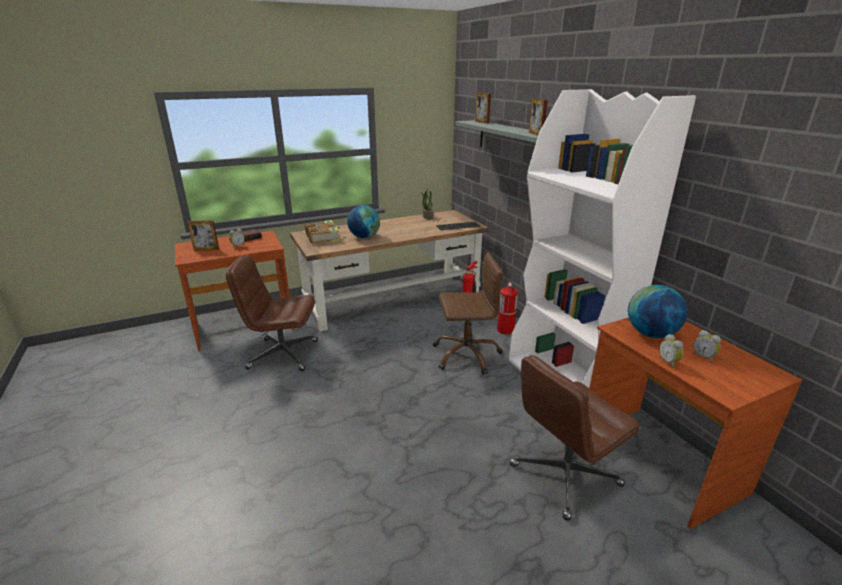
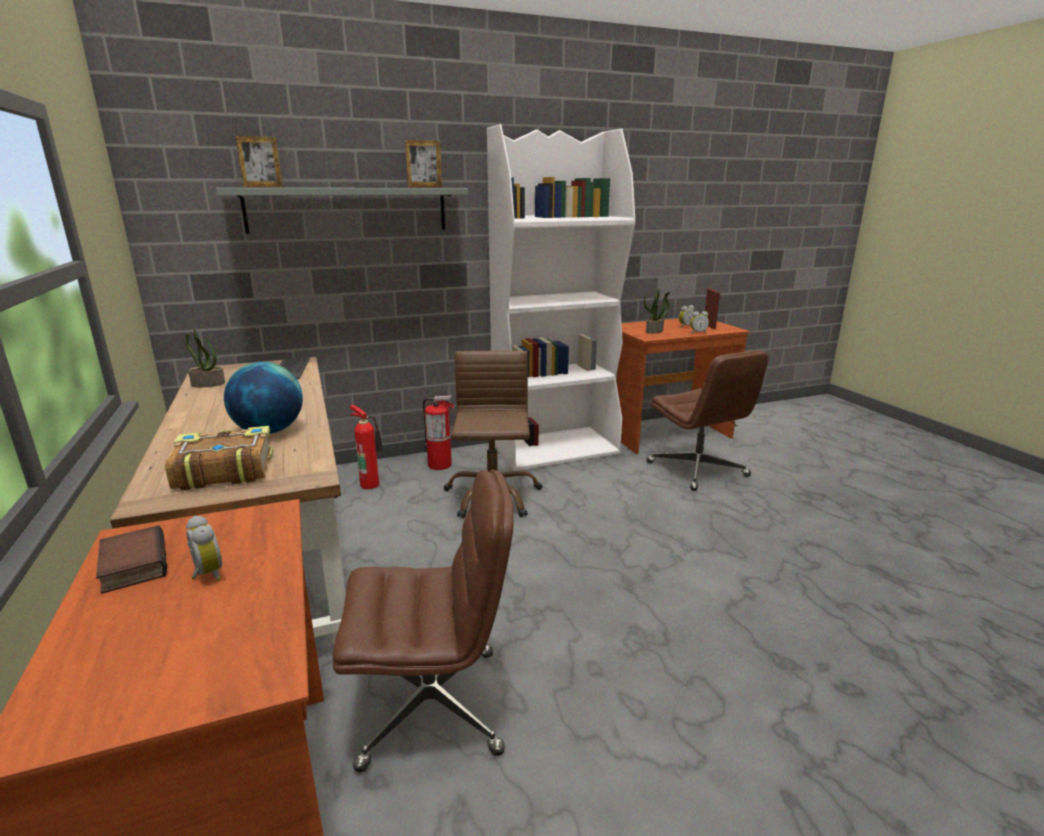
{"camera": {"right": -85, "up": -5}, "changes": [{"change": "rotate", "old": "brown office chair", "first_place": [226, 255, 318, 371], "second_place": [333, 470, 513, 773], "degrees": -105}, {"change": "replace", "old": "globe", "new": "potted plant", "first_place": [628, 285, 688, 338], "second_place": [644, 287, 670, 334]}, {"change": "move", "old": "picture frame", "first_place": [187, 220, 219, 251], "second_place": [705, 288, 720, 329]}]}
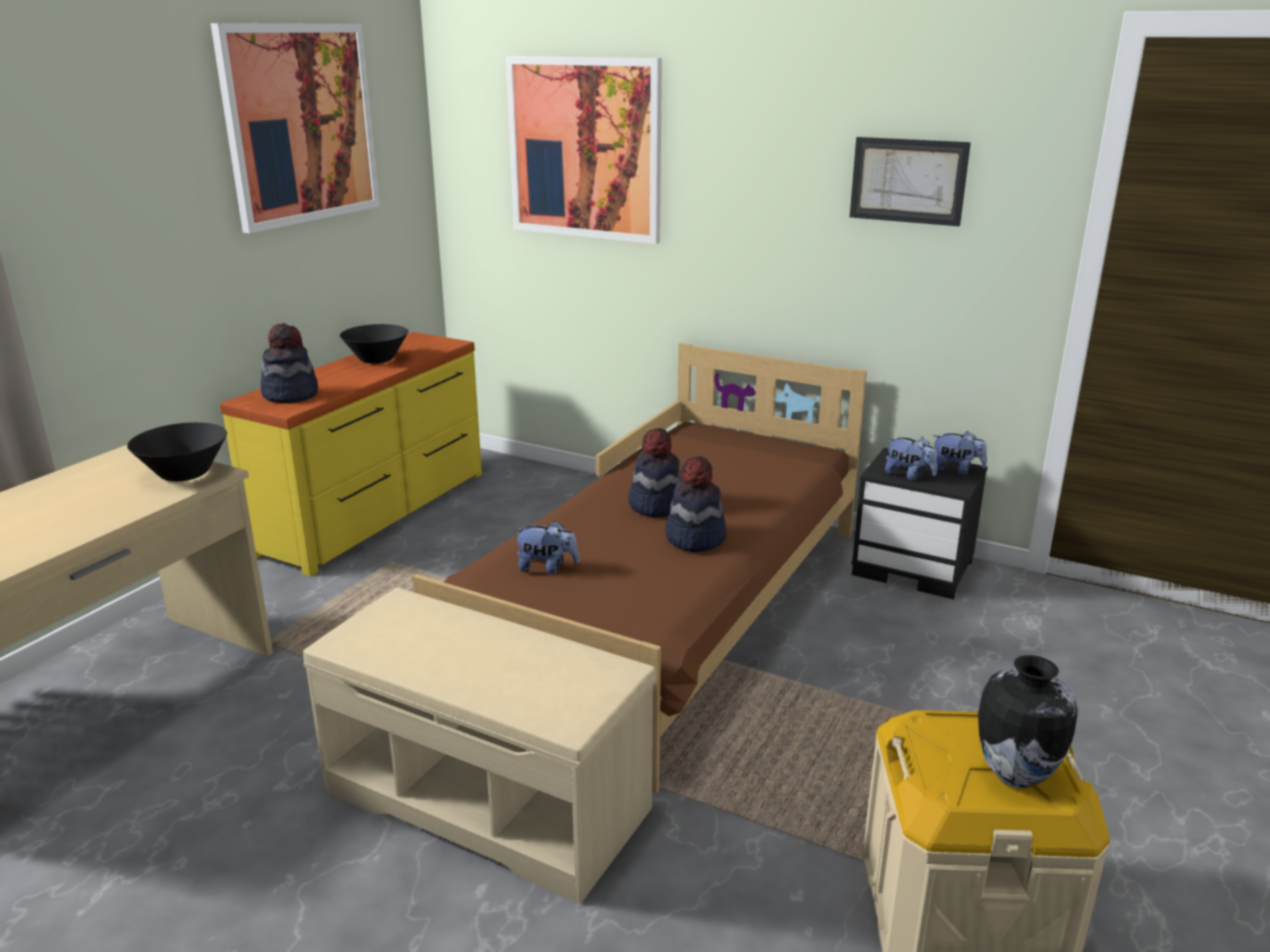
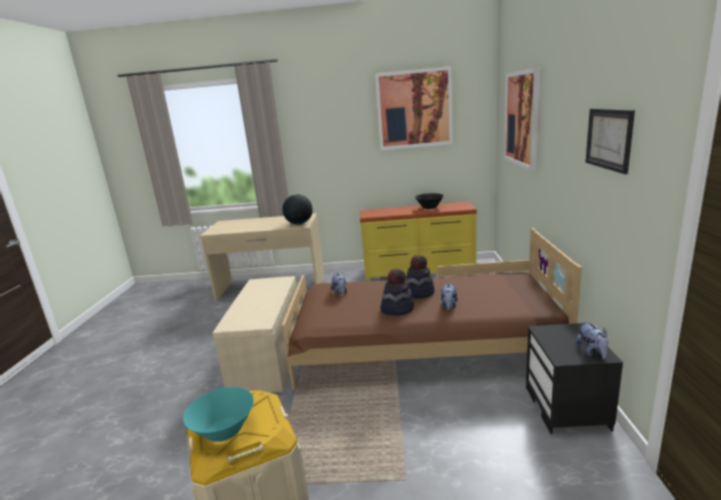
{"camera": {"right": 65, "up": -5}, "changes": [{"change": "replace", "old": "vase", "new": "turquoise bowl", "first_place": [978, 655, 1078, 789], "second_place": [183, 387, 254, 442]}, {"change": "replace", "old": "black bowl", "new": "globe", "first_place": [127, 422, 227, 481], "second_place": [282, 194, 313, 225]}, {"change": "move", "old": "plush toy", "first_place": [885, 437, 937, 481], "second_place": [441, 283, 458, 310]}, {"change": "delete", "old": "hat", "first_place": [261, 323, 318, 403]}]}
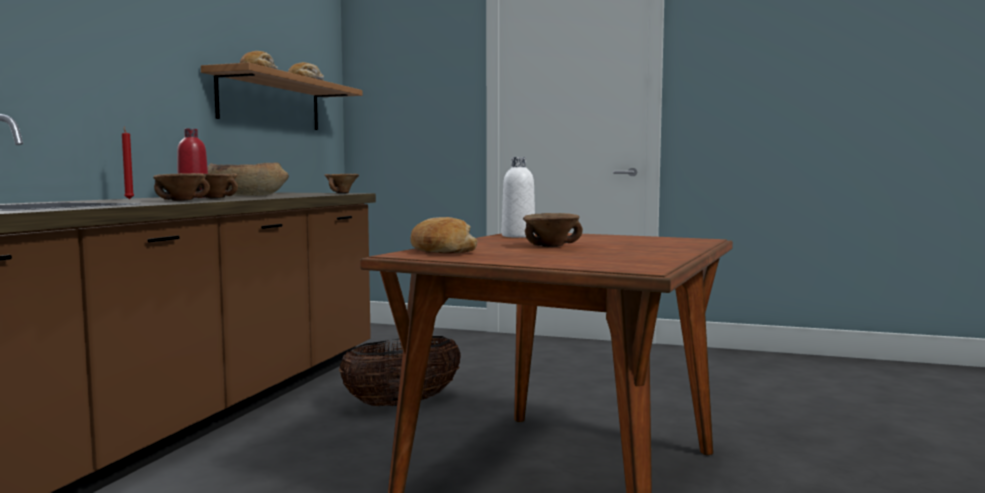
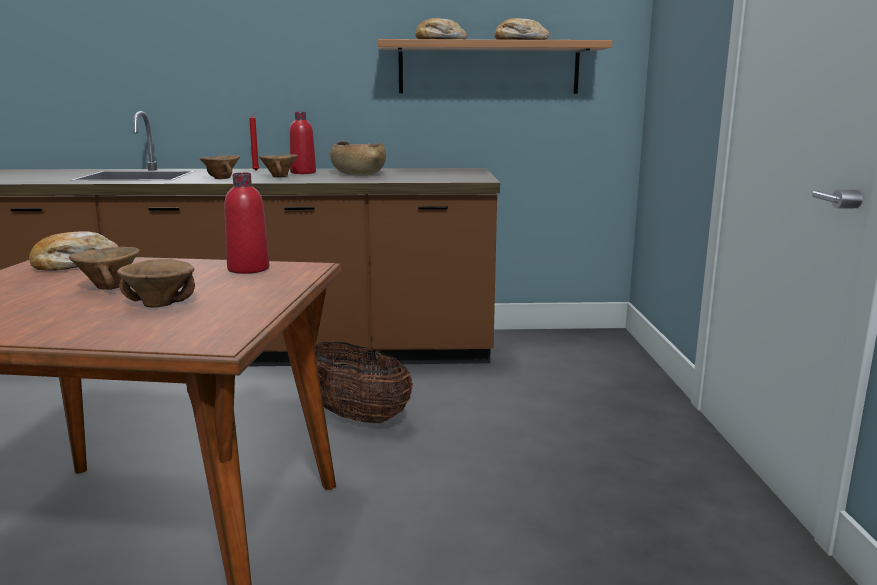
{"camera": {"right": 70, "up": 10}, "changes": [{"change": "move", "old": "brown bowl", "first_place": [324, 174, 359, 194], "second_place": [117, 259, 195, 308]}, {"change": "recolor", "old": "white bottle", "new": "red bottle", "first_place": [502, 157, 535, 238], "second_place": [224, 172, 269, 274]}]}
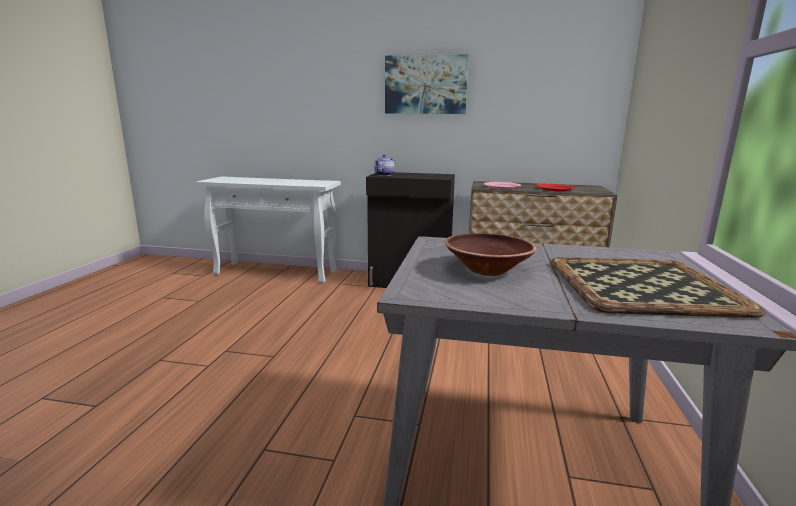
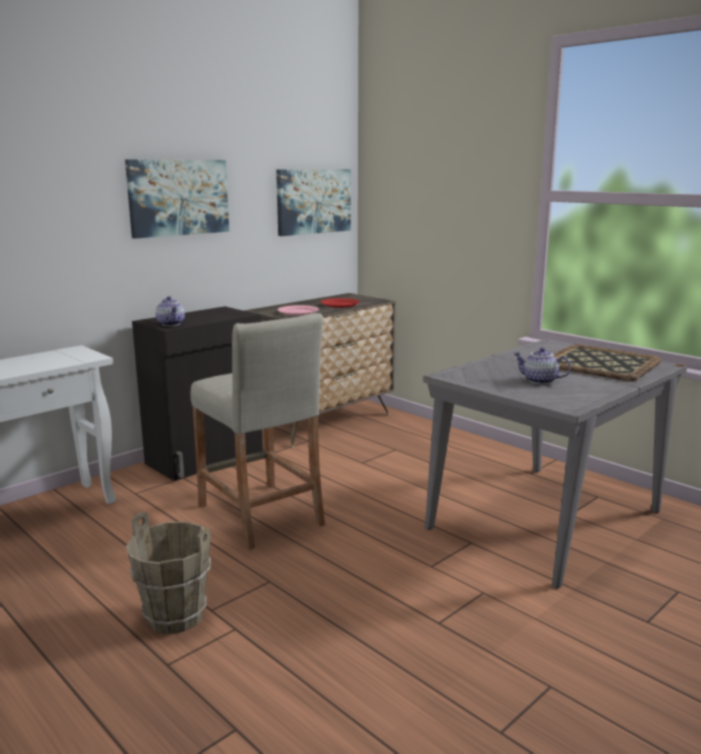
{"camera": {"right": -55, "up": 0}, "changes": [{"change": "insert", "new": "brown bucket", "second_place": [126, 512, 211, 634]}, {"change": "insert", "new": "beige stool", "second_place": [190, 313, 325, 550]}, {"change": "insert", "new": "picture", "second_place": [276, 169, 351, 236]}, {"change": "replace", "old": "brown bowl", "new": "teapot", "first_place": [444, 233, 537, 276], "second_place": [513, 348, 571, 384]}]}
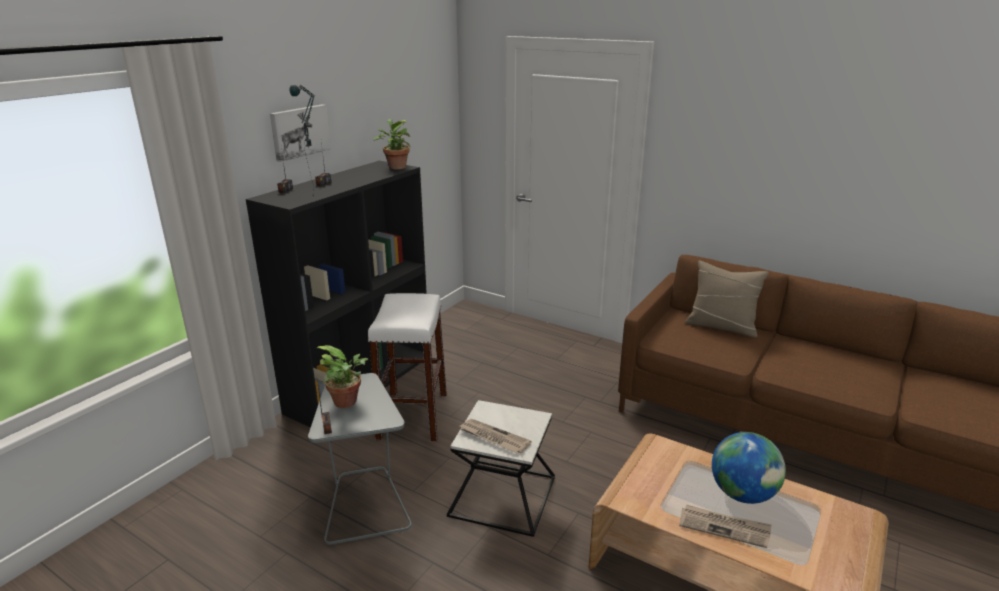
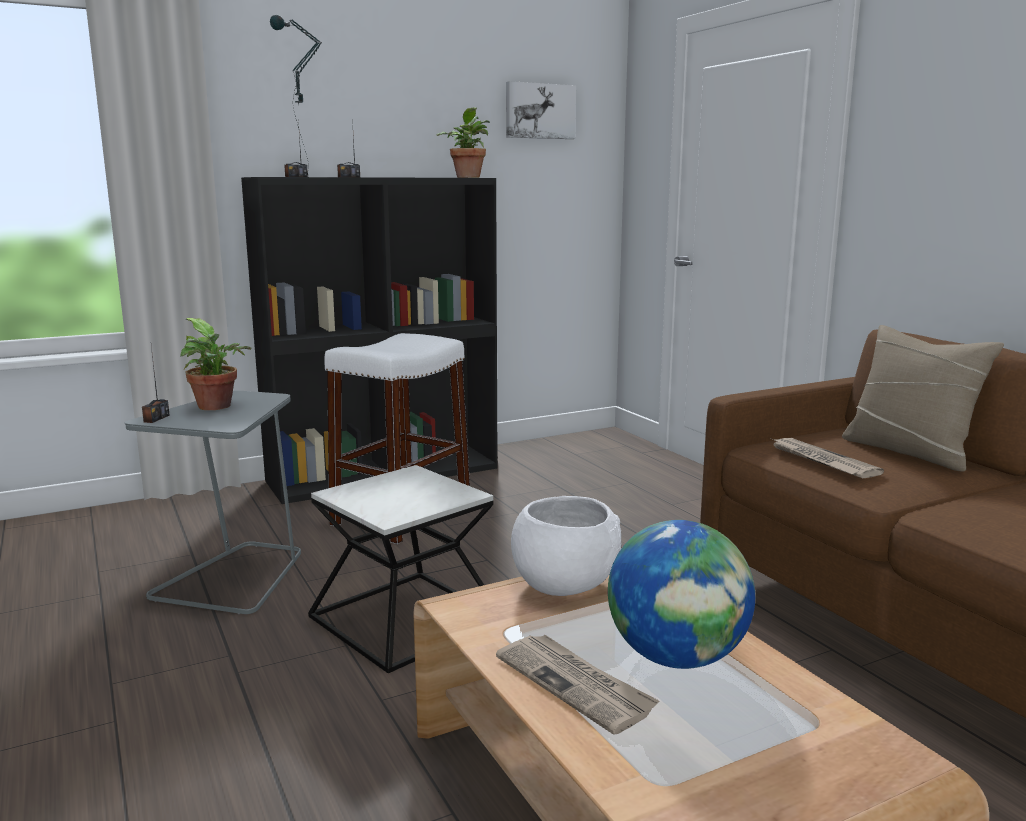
{"camera": {"right": 30, "up": -10}, "changes": [{"change": "move", "old": "picture", "first_place": [270, 104, 331, 162], "second_place": [506, 81, 576, 139]}, {"change": "insert", "new": "white bowl", "second_place": [511, 496, 621, 596]}, {"change": "move", "old": "newspaper", "first_place": [460, 419, 532, 453], "second_place": [770, 438, 884, 478]}]}
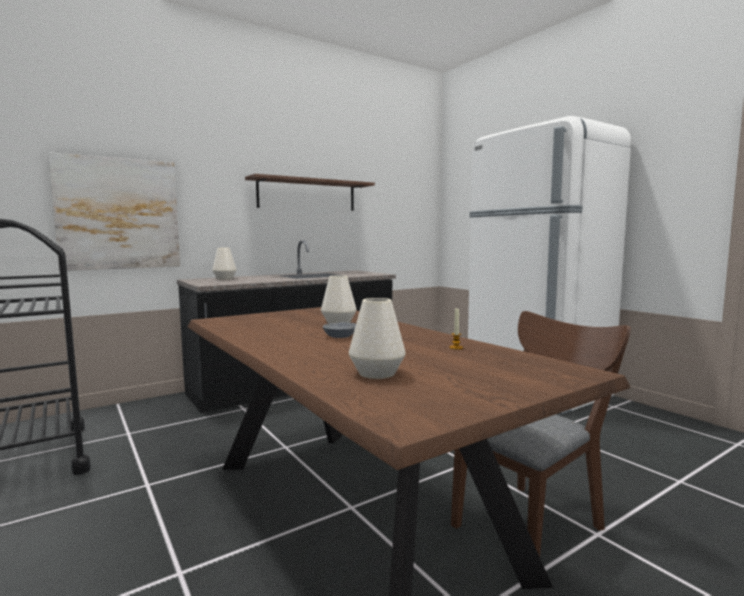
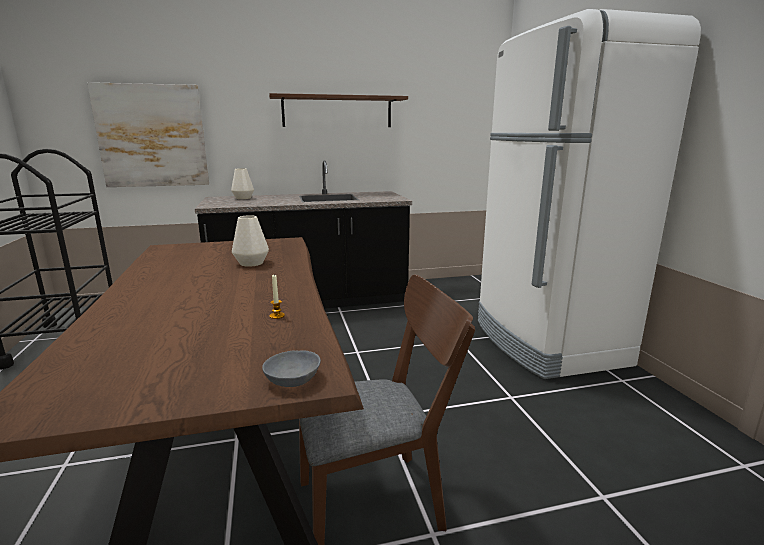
{"camera": {"right": 20, "up": 10}, "changes": [{"change": "move", "old": "grey bowl", "first_place": [323, 322, 356, 338], "second_place": [262, 351, 321, 387]}, {"change": "delete", "old": "white vase", "first_place": [349, 298, 406, 379]}]}
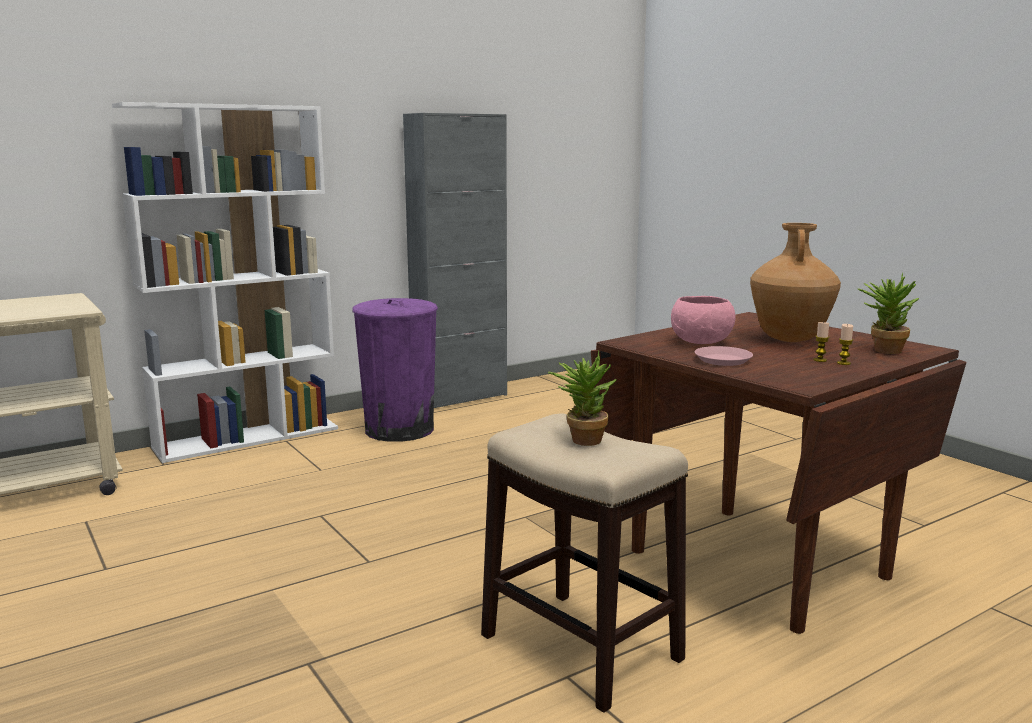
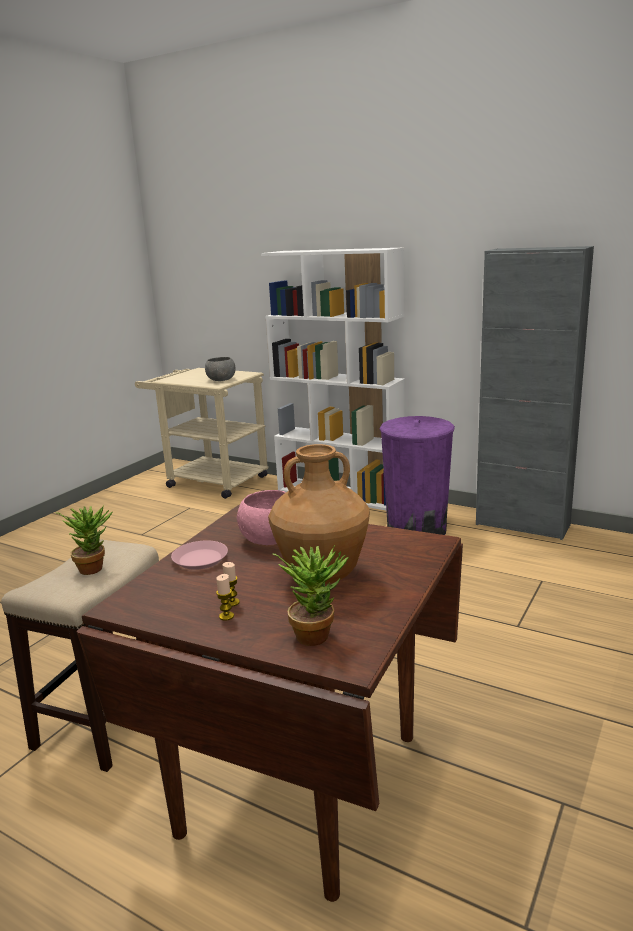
{"camera": {"right": 65, "up": 5}, "changes": [{"change": "insert", "new": "grey bowl", "second_place": [205, 357, 236, 381]}]}
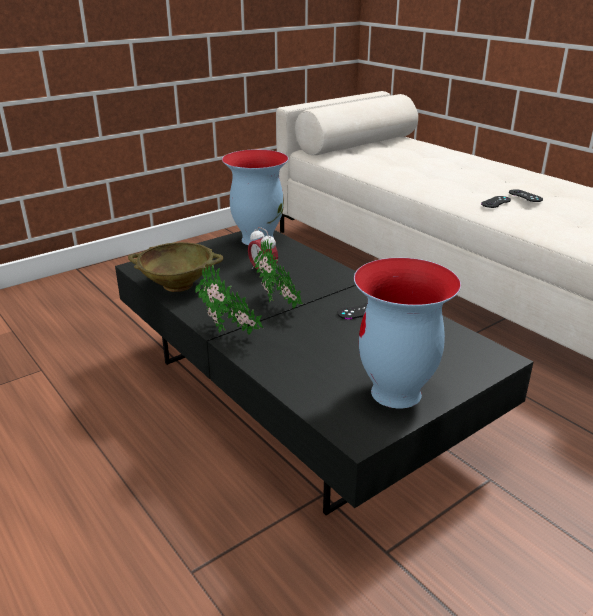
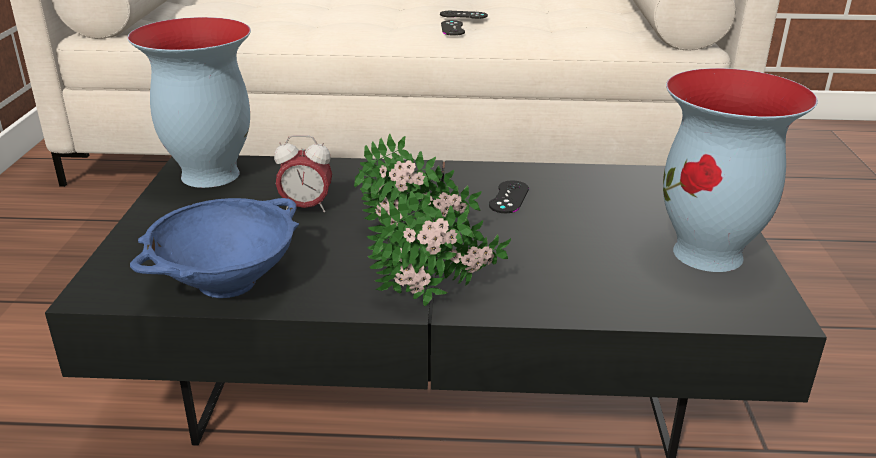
{"camera": {"right": -50, "up": 0}, "changes": [{"change": "recolor", "old": "beige bowl", "new": "blue bowl", "first_place": [128, 242, 224, 292], "second_place": [130, 198, 299, 298]}]}
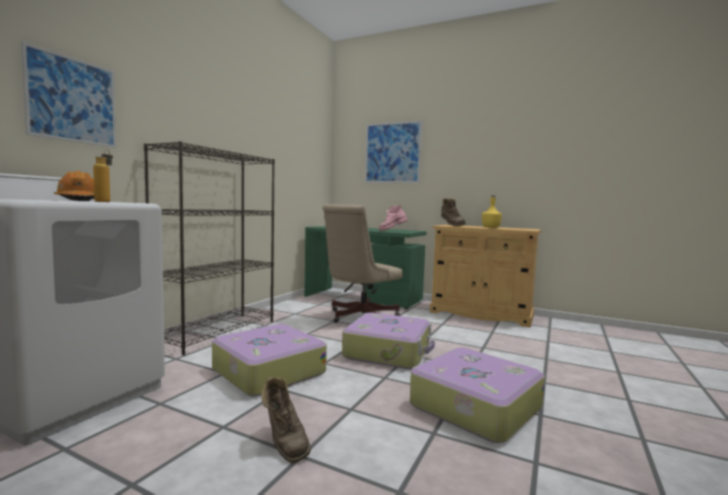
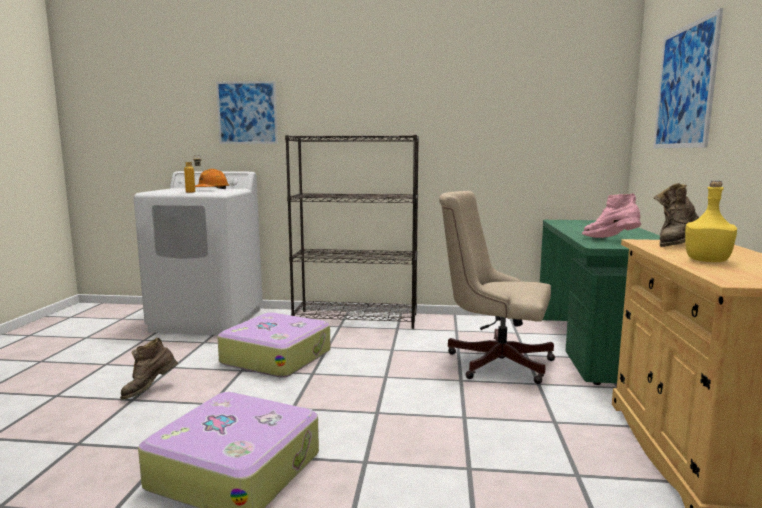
{"camera": {"right": 70, "up": 5}, "changes": [{"change": "delete", "old": "suitcase", "first_place": [342, 312, 435, 369]}]}
